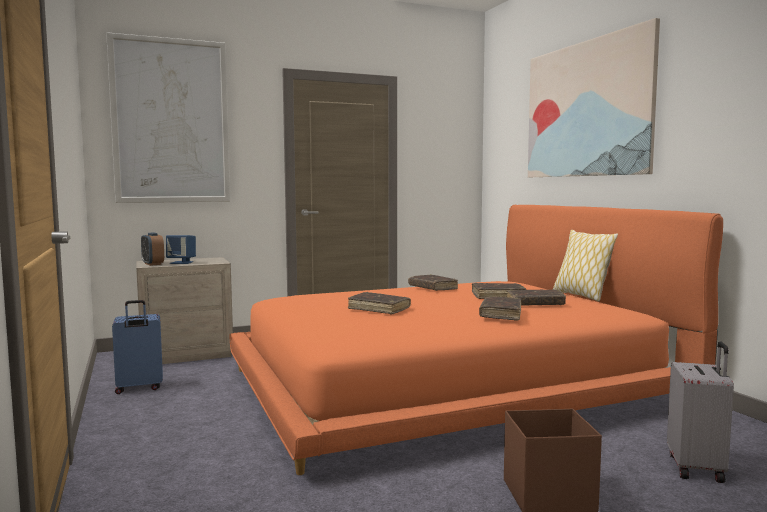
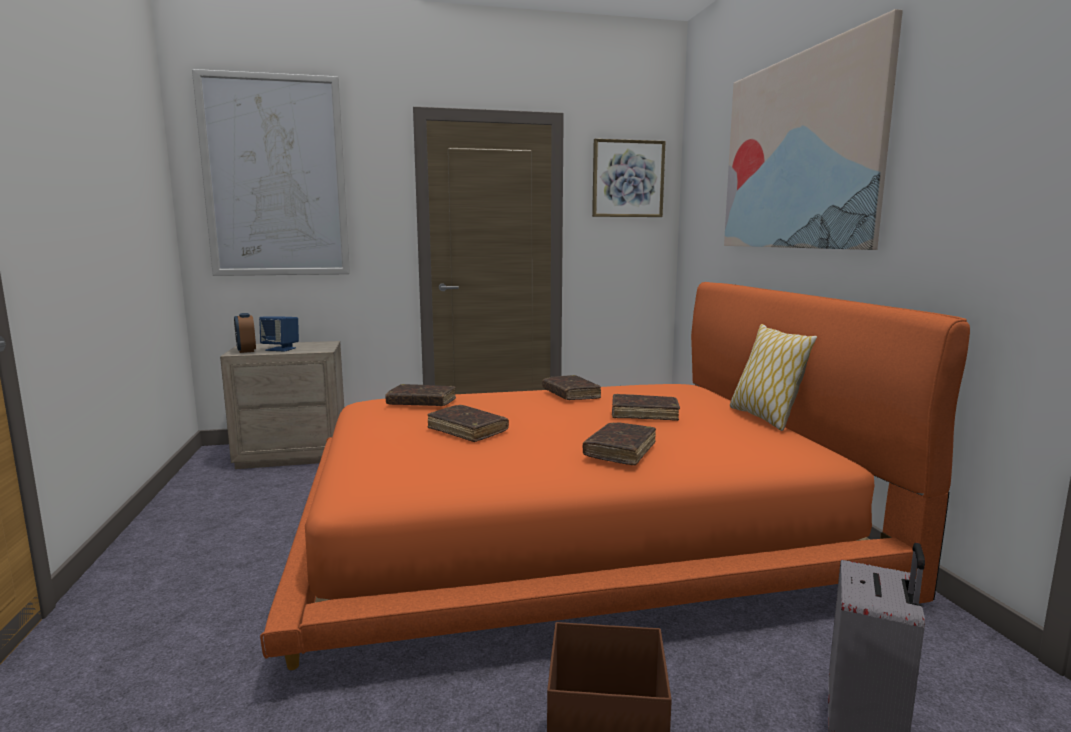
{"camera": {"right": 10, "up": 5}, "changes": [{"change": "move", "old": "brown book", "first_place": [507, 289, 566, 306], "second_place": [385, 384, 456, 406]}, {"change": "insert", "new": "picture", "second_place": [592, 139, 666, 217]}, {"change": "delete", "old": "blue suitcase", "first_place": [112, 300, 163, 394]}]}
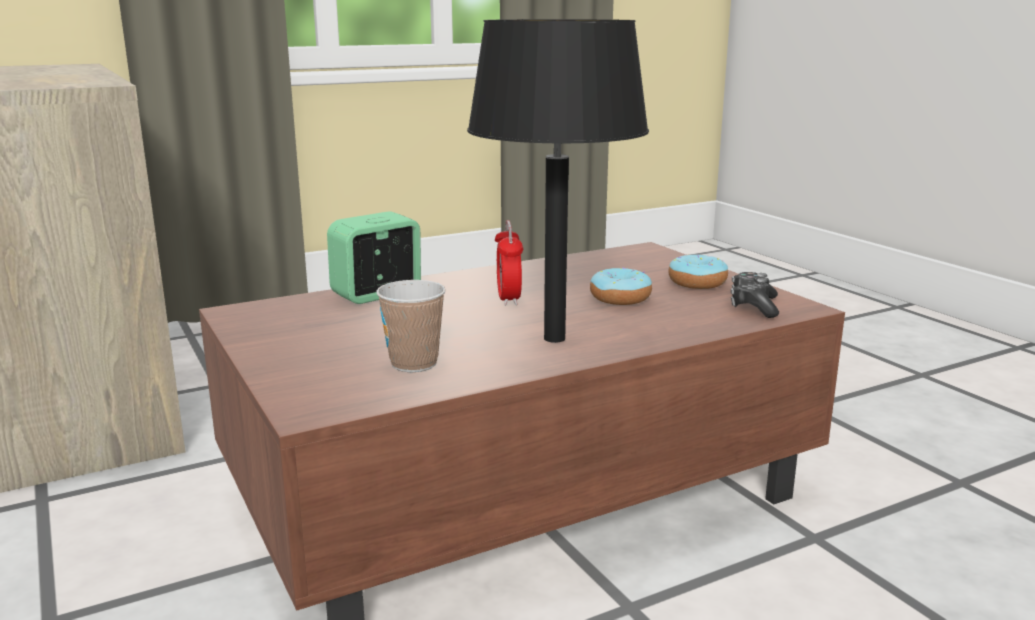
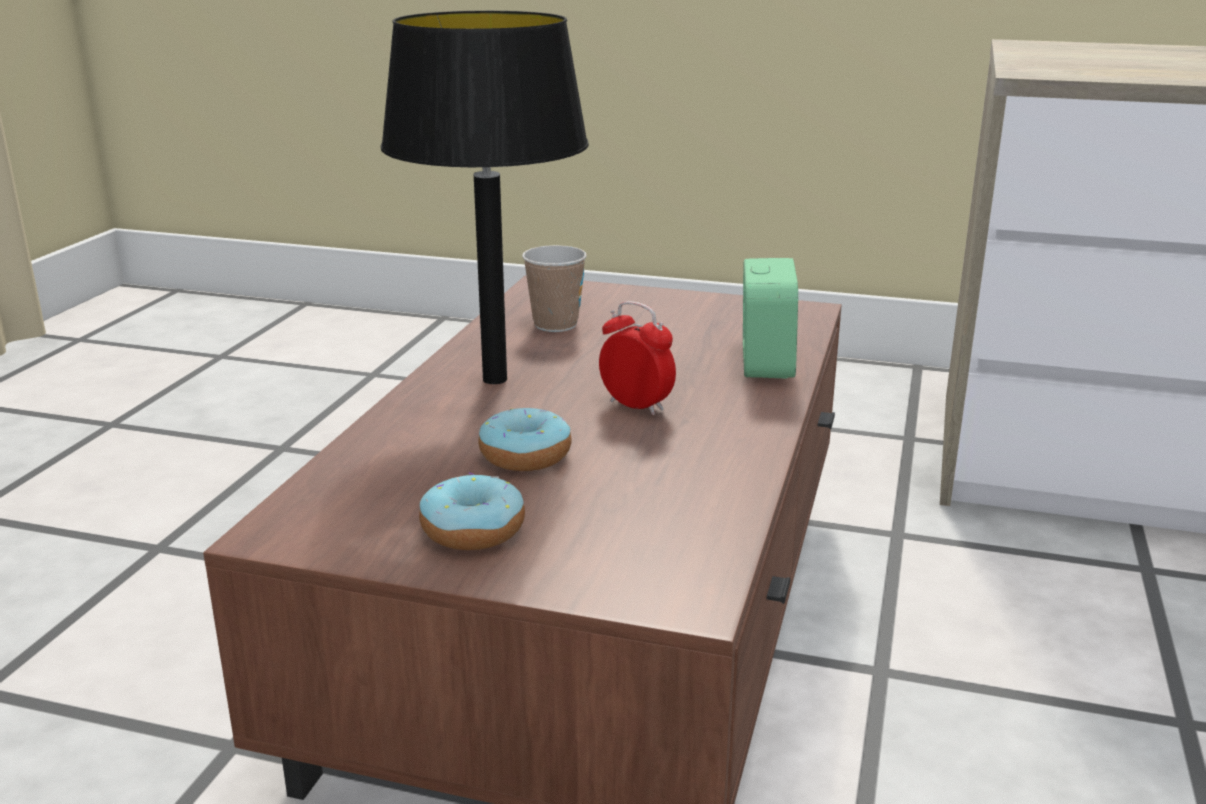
{"camera": {"right": 135, "up": 5}, "changes": [{"change": "delete", "old": "game controller", "first_place": [731, 272, 779, 318]}]}
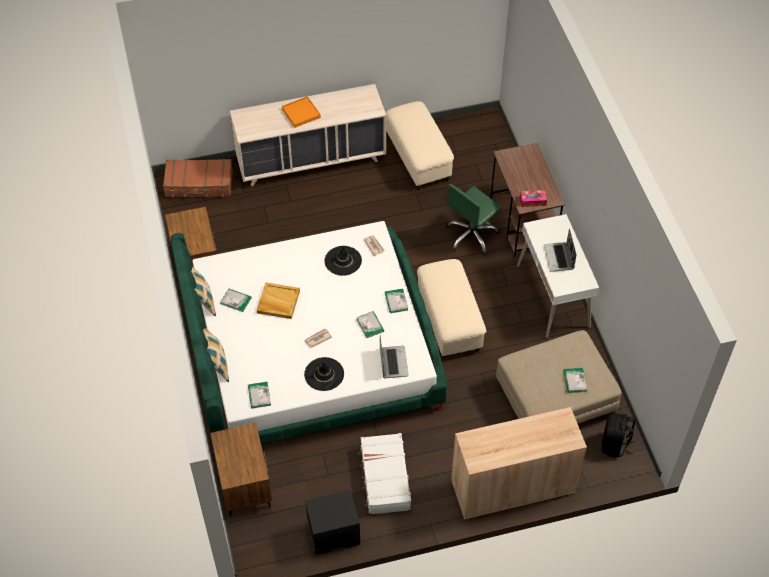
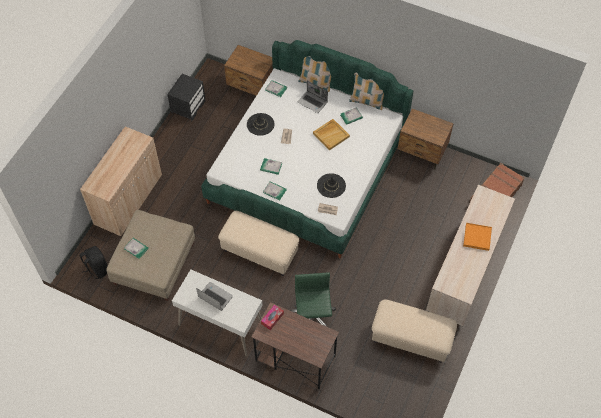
{"camera": {"right": 130, "up": 5}, "changes": [{"change": "move", "old": "laptop", "first_place": [380, 336, 409, 378], "second_place": [298, 81, 328, 113]}, {"change": "delete", "old": "white suitcase", "first_place": [358, 433, 411, 515]}]}
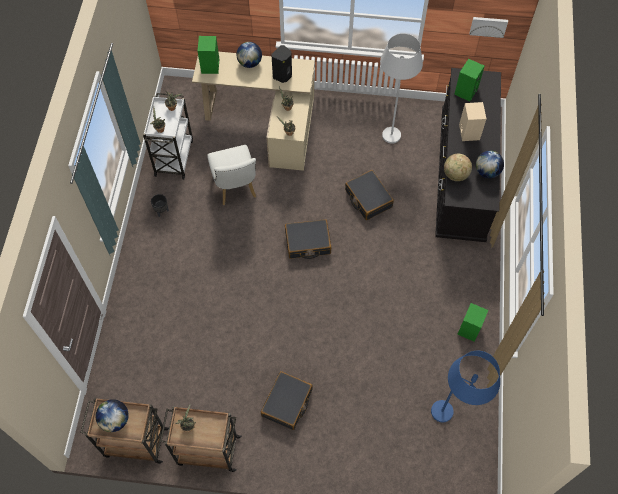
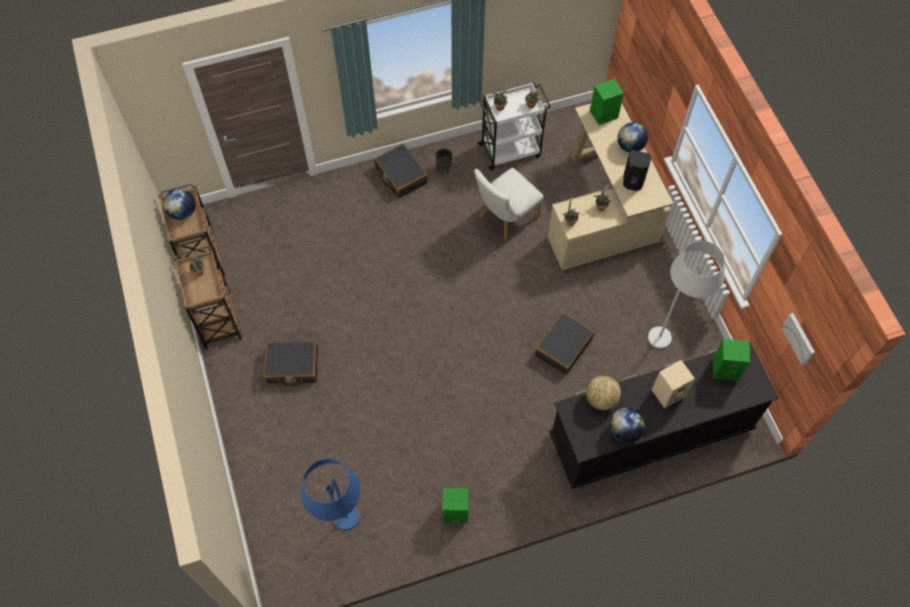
{"camera": {"right": 65, "up": 0}, "changes": [{"change": "move", "old": "black suitcase", "first_place": [285, 219, 331, 259], "second_place": [374, 144, 427, 199]}]}
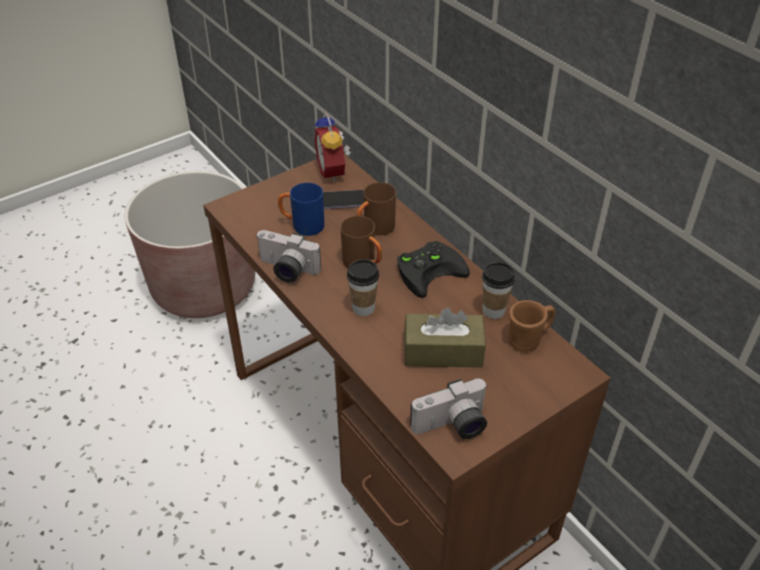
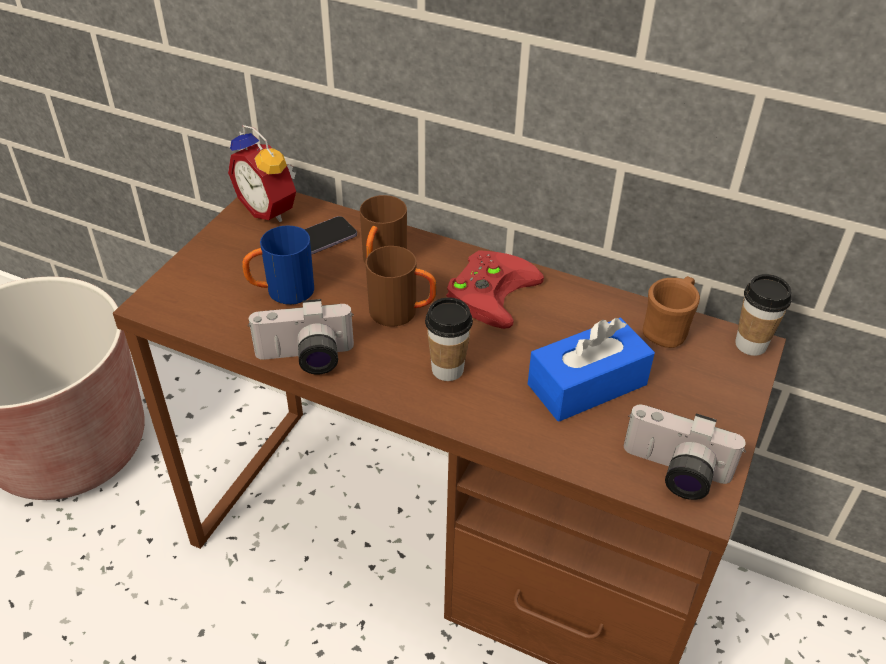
{"camera": {"right": -30, "up": 0}, "changes": [{"change": "recolor", "old": "black game controller", "new": "red game controller", "first_place": [397, 241, 470, 298], "second_place": [446, 250, 544, 329]}, {"change": "recolor", "old": "brown tissue box", "new": "blue tissue box", "first_place": [404, 308, 486, 368], "second_place": [528, 317, 655, 422]}, {"change": "rotate", "old": "photo camera", "first_place": [410, 378, 488, 439], "second_place": [624, 405, 746, 500], "degrees": 75}, {"change": "move", "old": "cup", "first_place": [482, 262, 515, 319], "second_place": [735, 274, 792, 356]}]}
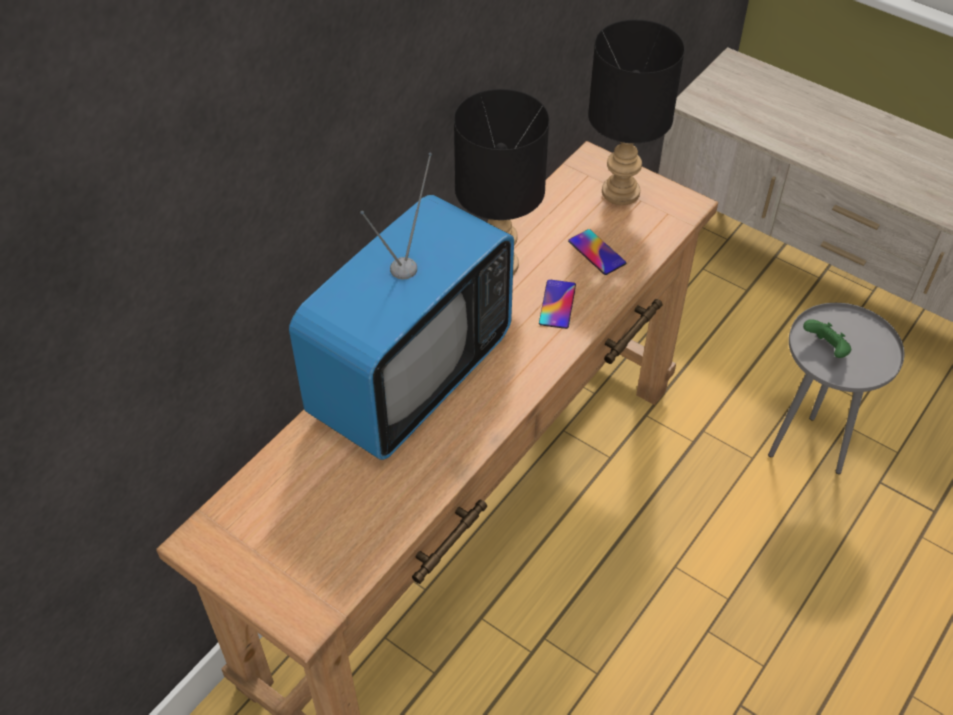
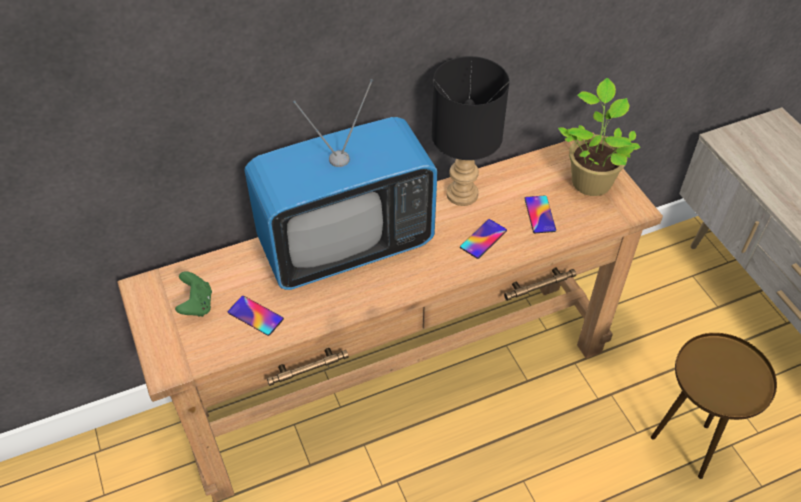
{"camera": {"right": 30, "up": 0}, "changes": [{"change": "move", "old": "green game controller", "first_place": [803, 319, 851, 358], "second_place": [175, 271, 212, 317]}, {"change": "insert", "new": "phone", "second_place": [228, 296, 284, 336]}, {"change": "replace", "old": "black table lamp", "new": "potted plant", "first_place": [588, 19, 685, 205], "second_place": [558, 78, 641, 196]}, {"change": "recolor", "old": "grey side table", "new": "brown side table", "first_place": [768, 303, 904, 474], "second_place": [651, 333, 777, 479]}]}
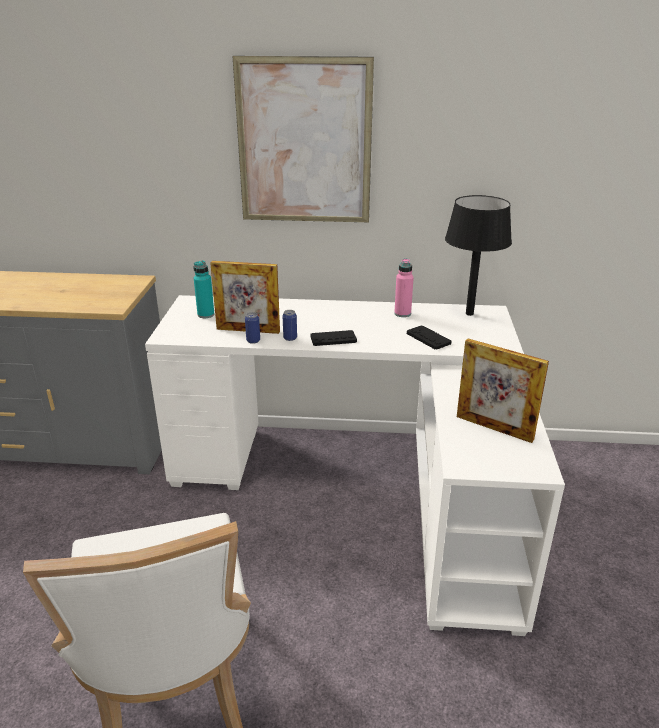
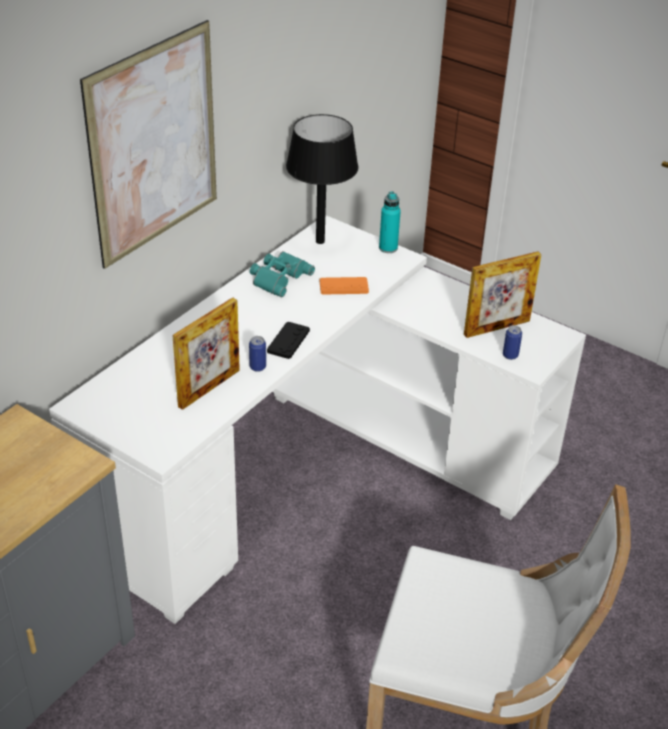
{"camera": {"right": -60, "up": 10}, "changes": [{"change": "replace", "old": "pink bottle", "new": "turquoise binoculars", "first_place": [394, 258, 414, 317], "second_place": [250, 251, 315, 297]}, {"change": "recolor", "old": "black game controller", "new": "orange game controller", "first_place": [407, 326, 451, 350], "second_place": [320, 277, 369, 295]}, {"change": "move", "old": "turquoise bottle", "first_place": [193, 261, 214, 318], "second_place": [379, 192, 401, 253]}, {"change": "move", "old": "can", "first_place": [245, 312, 260, 344], "second_place": [503, 325, 522, 360]}]}
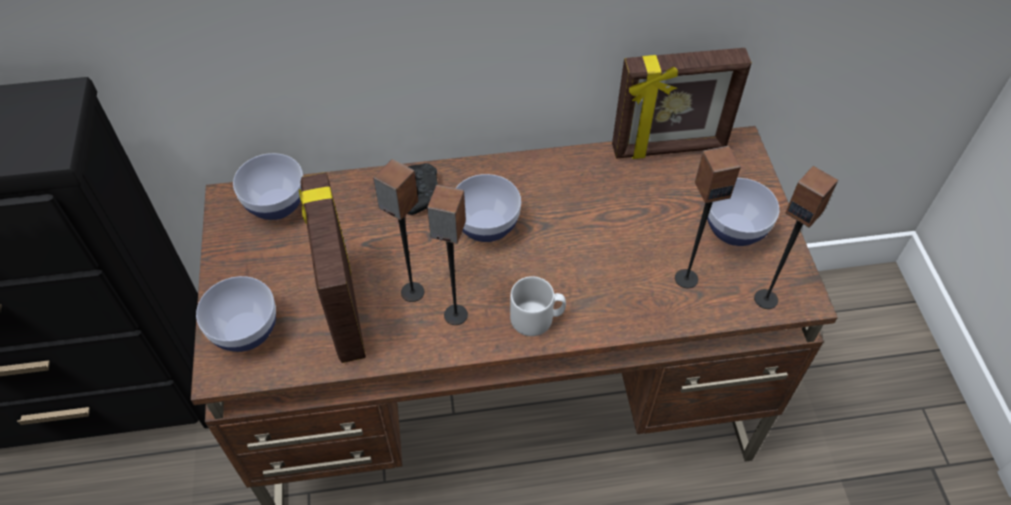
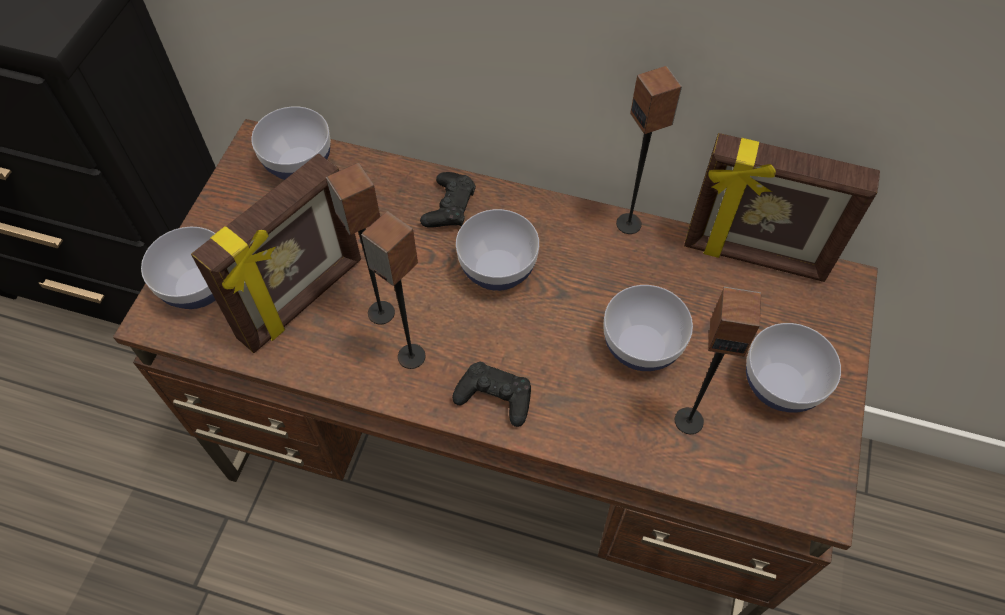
{"camera": {"right": 25, "up": 5}, "changes": [{"change": "rotate", "old": "picture frame", "first_place": [299, 172, 366, 363], "second_place": [191, 154, 361, 353], "degrees": -150}, {"change": "replace", "old": "grey mug", "new": "black game controller", "first_place": [510, 276, 566, 336], "second_place": [452, 362, 531, 427]}, {"change": "insert", "new": "bowl", "second_place": [603, 285, 693, 371]}, {"change": "move", "old": "speaker", "first_place": [754, 166, 839, 309], "second_place": [616, 66, 682, 234]}]}
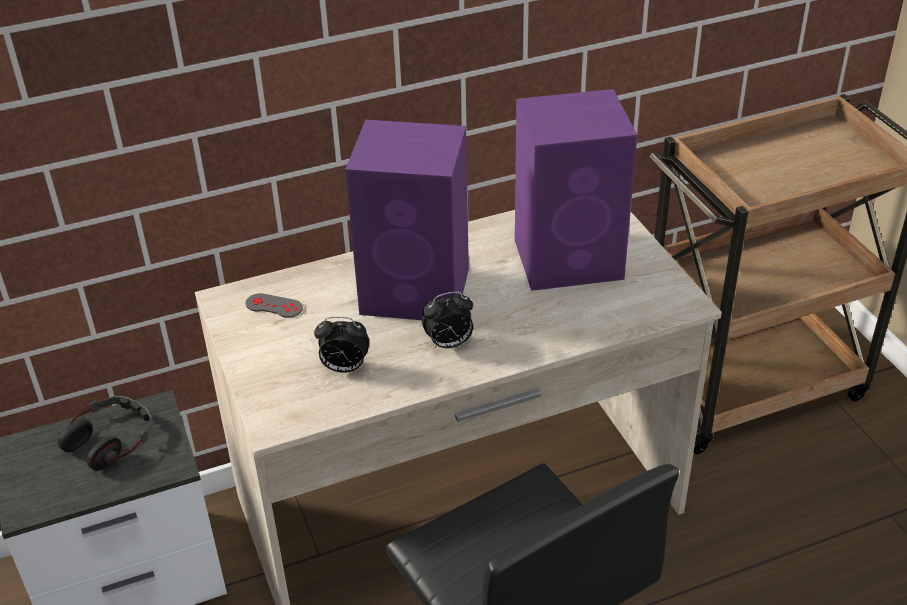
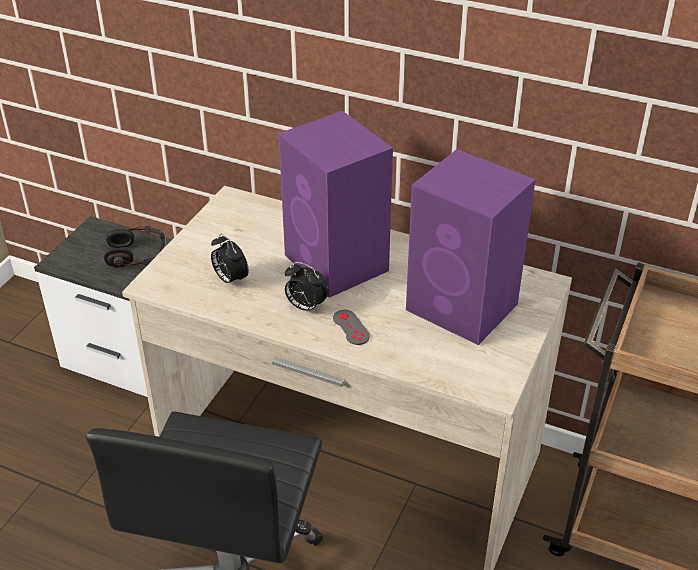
{"camera": {"right": 45, "up": 0}, "changes": [{"change": "move", "old": "grey game controller", "first_place": [245, 293, 303, 318], "second_place": [333, 310, 370, 345]}]}
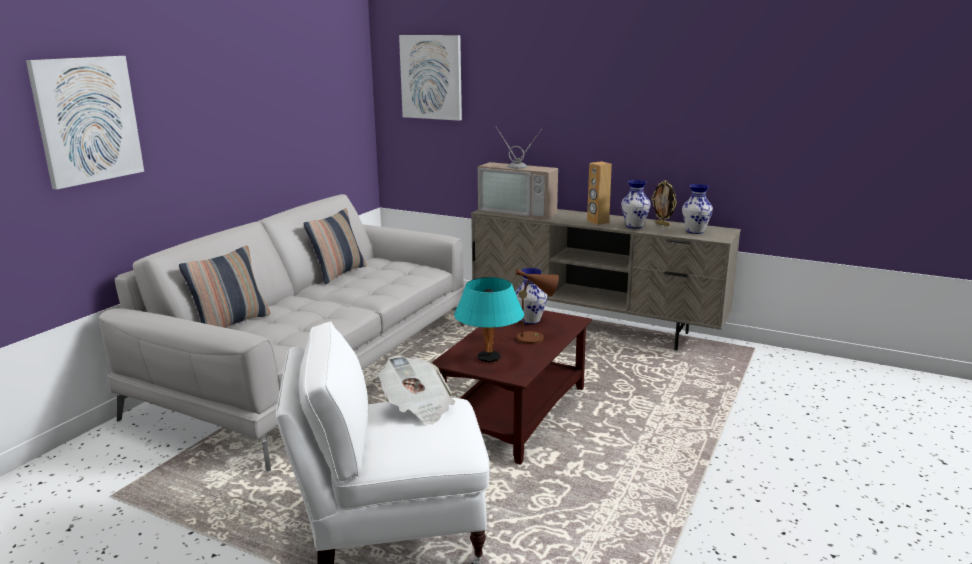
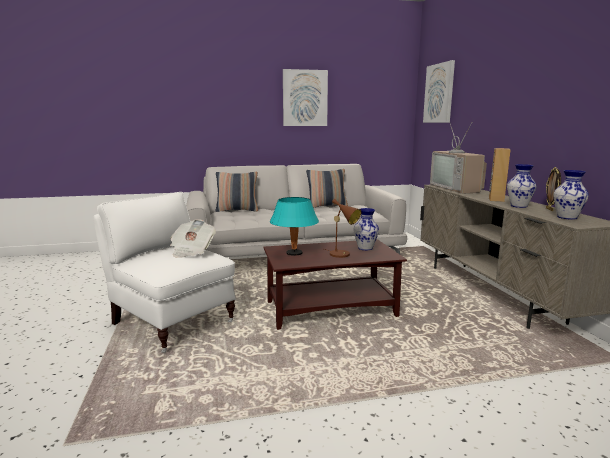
{"camera": {"right": 50, "up": -5}, "changes": [{"change": "move", "old": "picture", "first_place": [26, 56, 144, 190], "second_place": [283, 69, 328, 126]}]}
